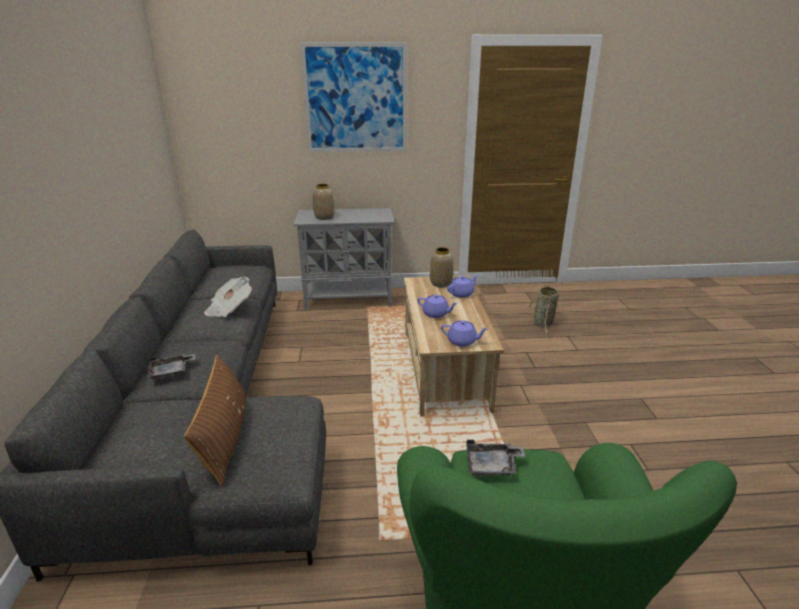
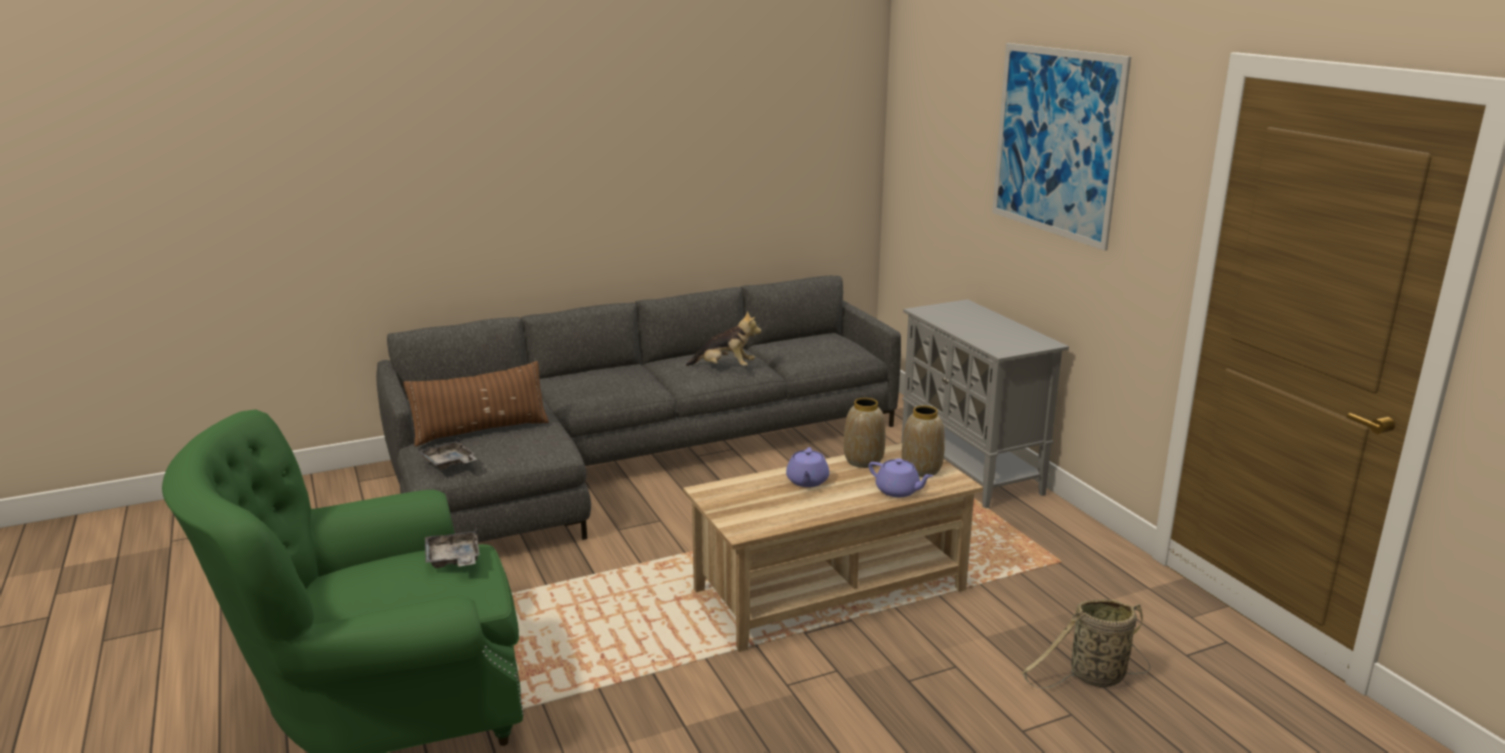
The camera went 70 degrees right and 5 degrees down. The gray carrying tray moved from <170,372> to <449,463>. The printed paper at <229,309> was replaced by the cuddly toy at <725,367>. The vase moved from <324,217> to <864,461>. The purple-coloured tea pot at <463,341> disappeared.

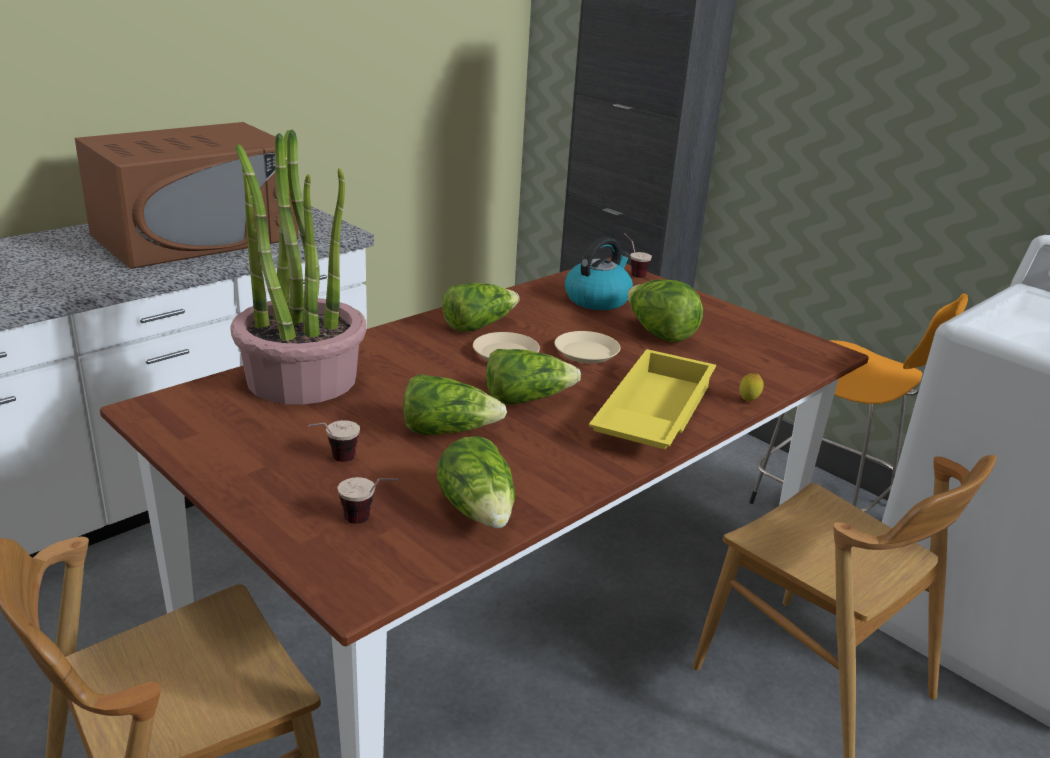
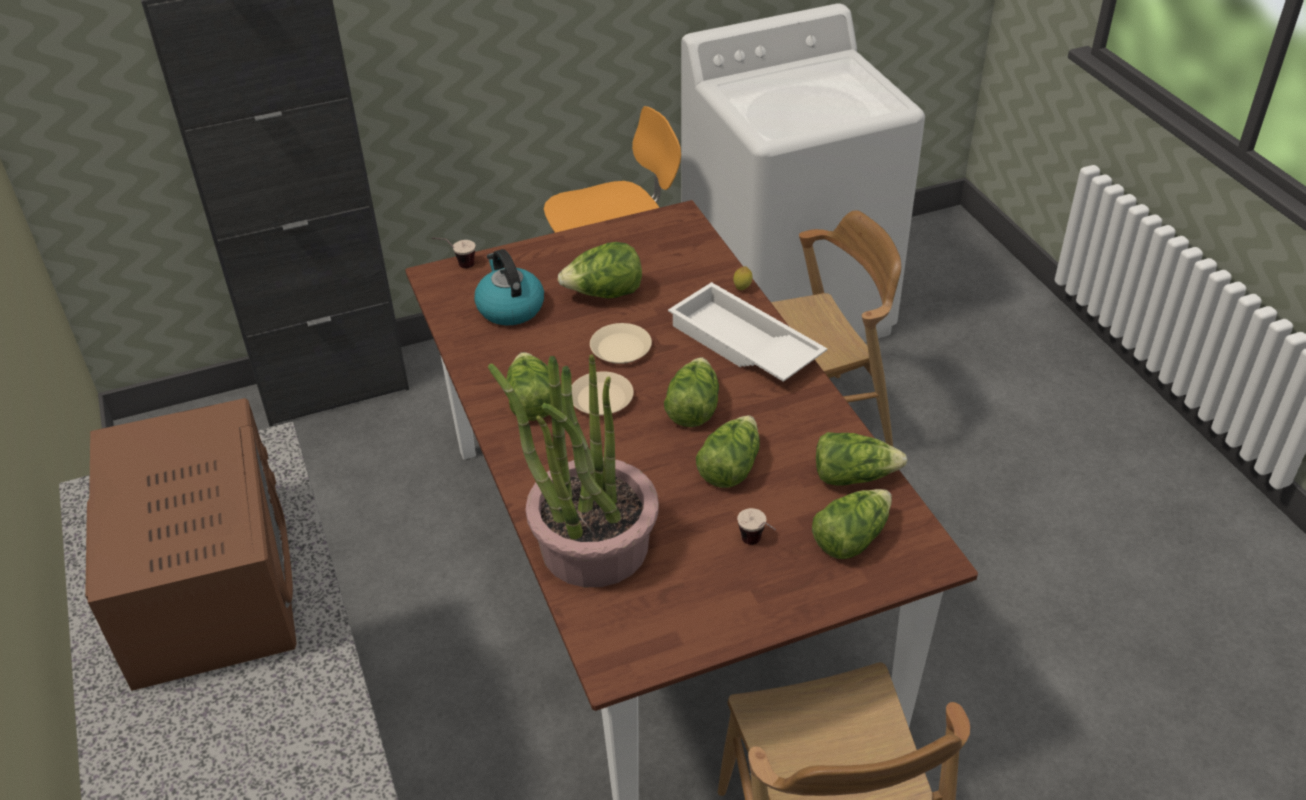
The camera went 65 degrees left and 15 degrees up. The drinking cup at <370,521> was replaced by the lettuce at <850,537>. The yellowish carrying tray at <651,413> became the white-coloured carrying tray at <742,345>.

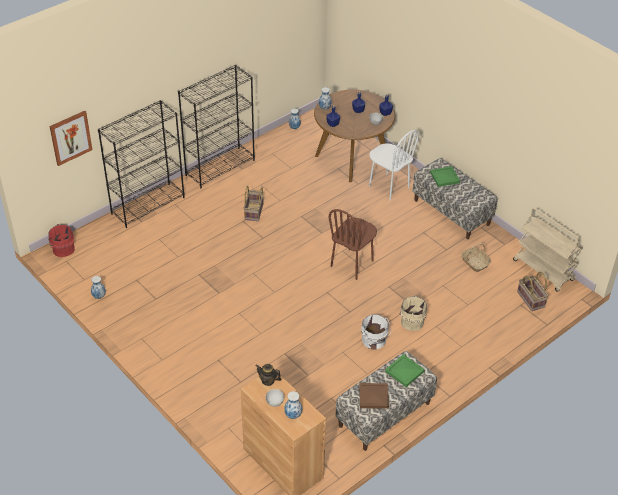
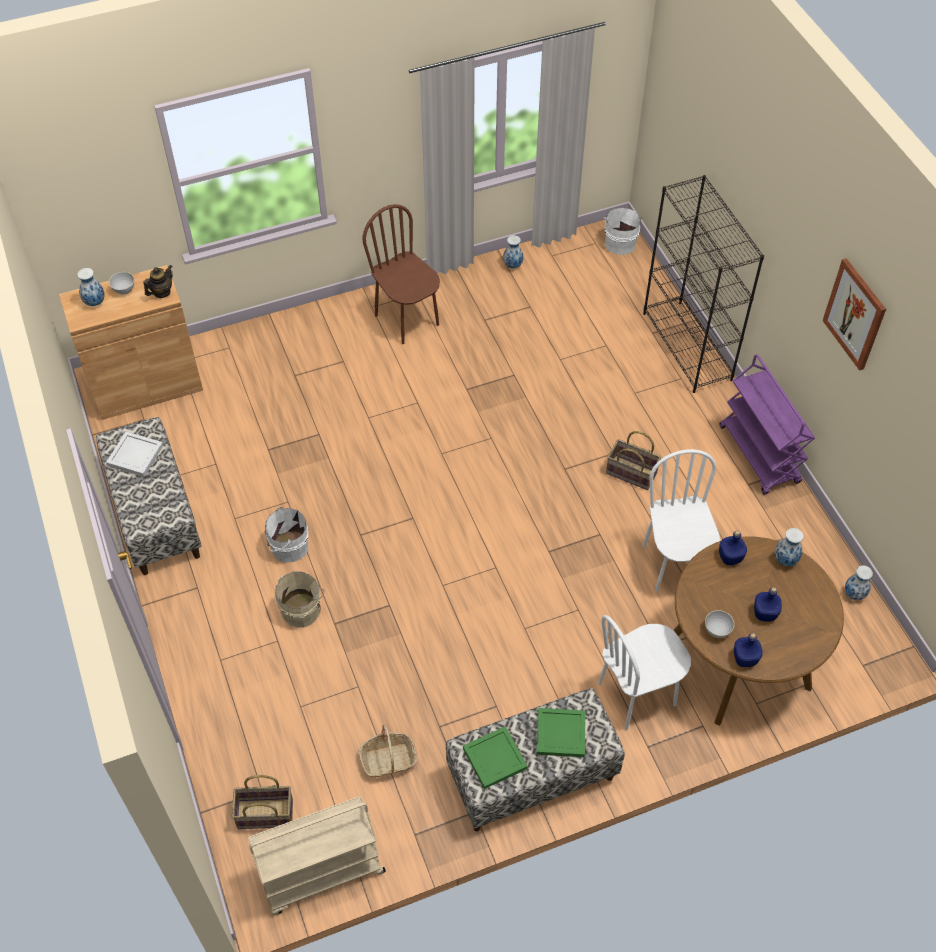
The camera went 110 degrees right and 10 degrees up. The red-coloured water bucket at <62,249> became the white-coloured water bucket at <620,242>. The wall picture moved from <70,137> to <855,314>. The black-coloured shelving unit at <220,167> was replaced by the purple-coloured cart at <759,455>. The brownish upright chair moved from <352,264> to <407,320>. The brownish carrying tray at <374,397> became the white-coloured carrying tray at <134,456>. The green carrying tray moved from <404,372> to <493,758>. The white-coloured upright chair at <674,565> appeared.

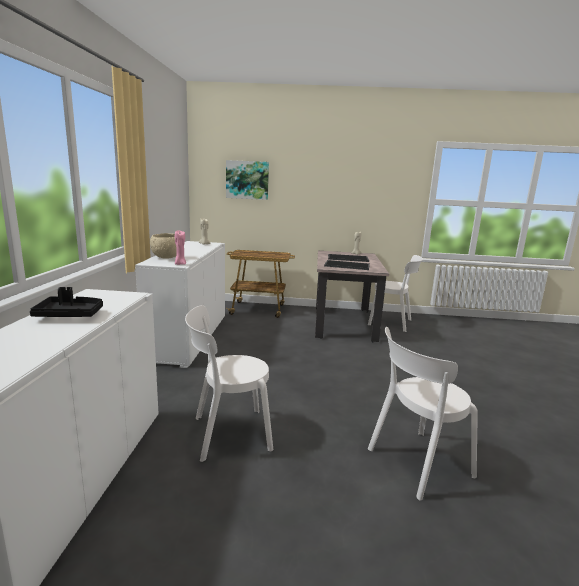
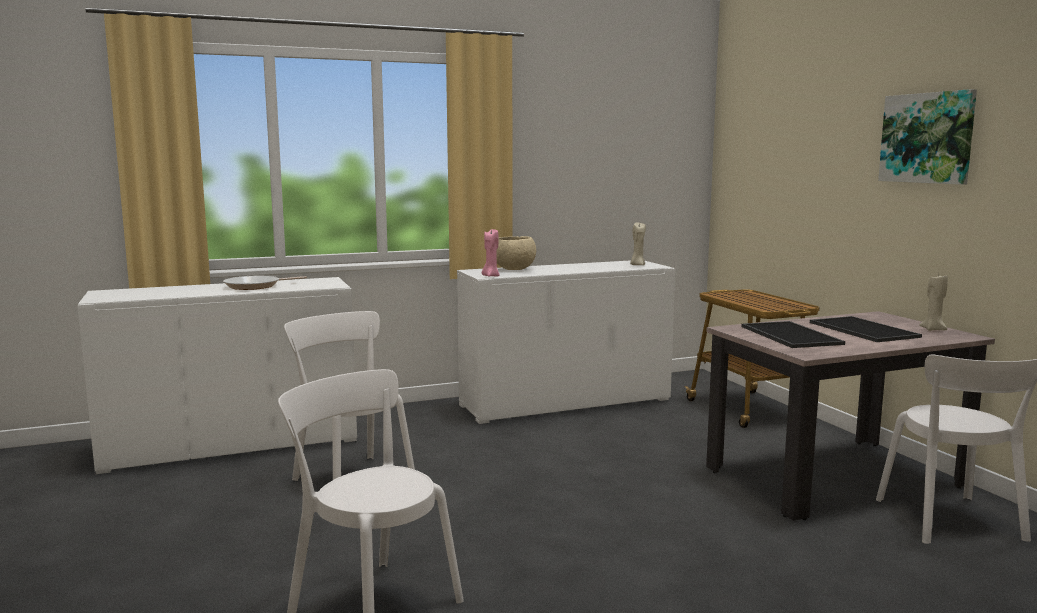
The camera went 65 degrees right and 5 degrees down. The black-coloured carrying tray at <70,315> was replaced by the pan at <256,286>. The wall picture moved from <247,180> to <927,138>.

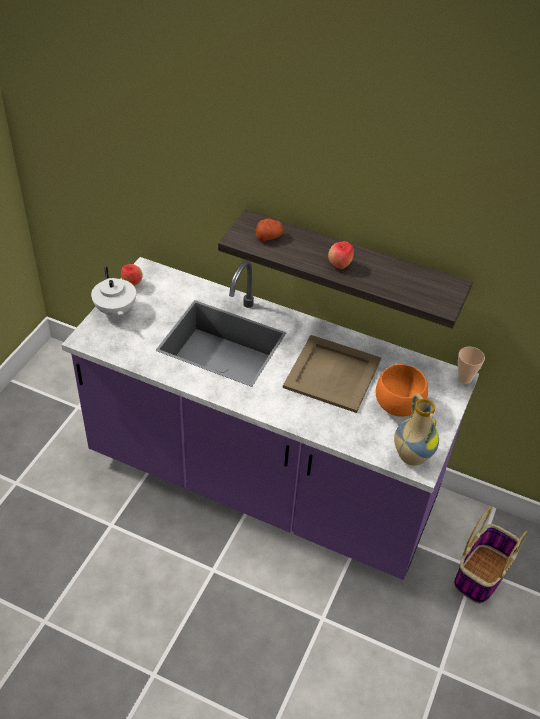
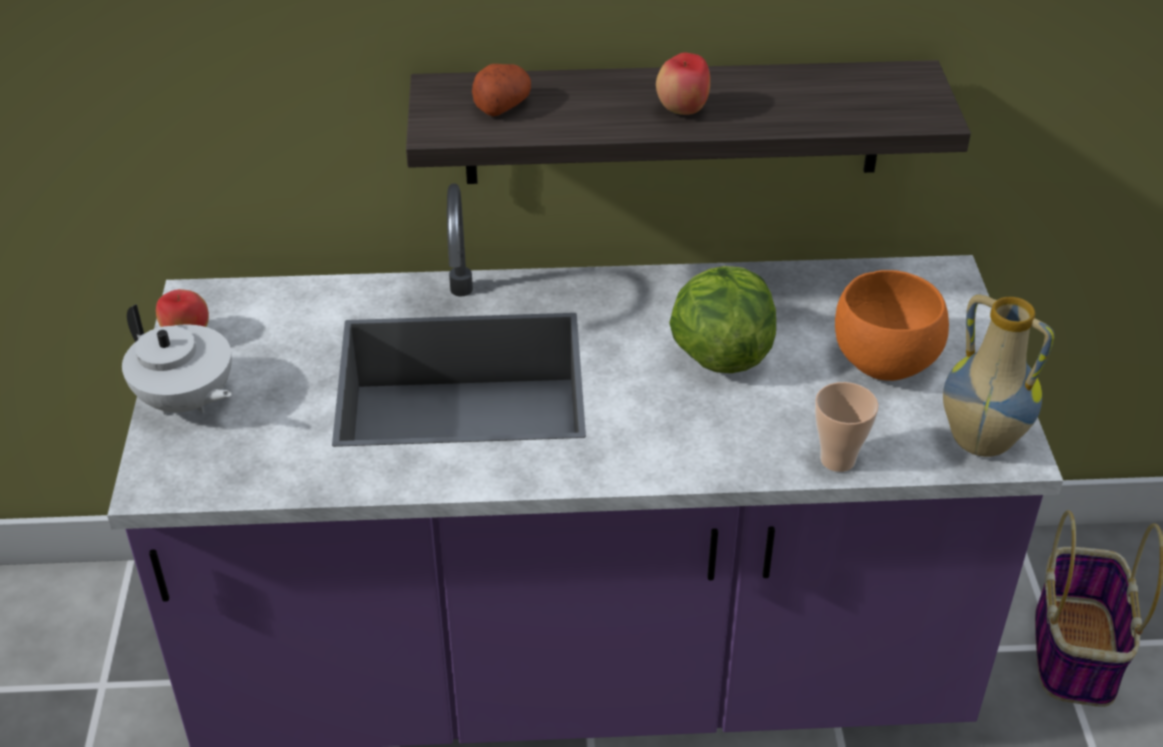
The camera went 25 degrees left and 5 degrees down. The sand-coloured carrying tray at <331,374> was replaced by the lettuce at <720,354>. The drinking cup moved from <464,378> to <837,460>.

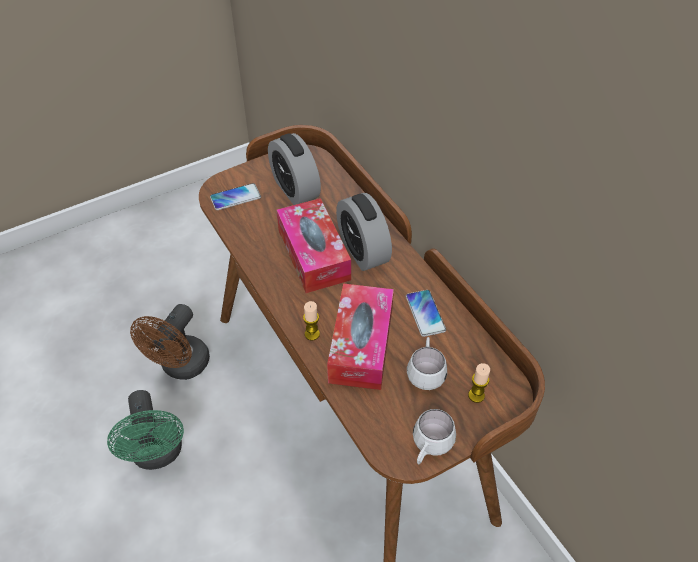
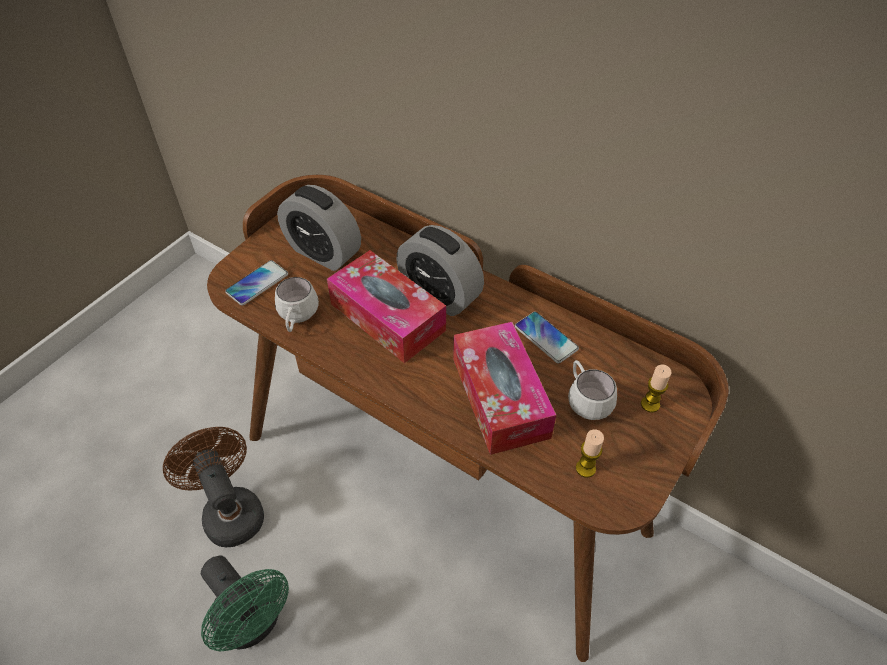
The camera went 25 degrees left and 0 degrees up. The brownish fan at <181,367> turned 150 degrees clockwise. The candle moved from <312,334> to <585,468>. The white-coloured coffee mug moved from <429,448> to <297,319>.

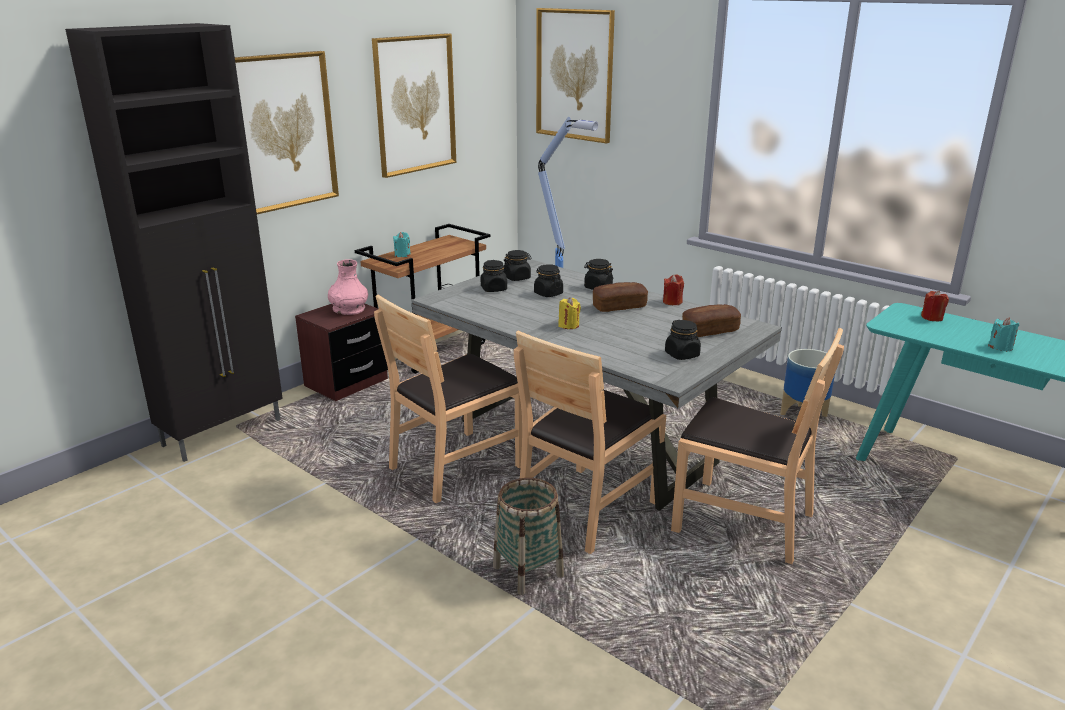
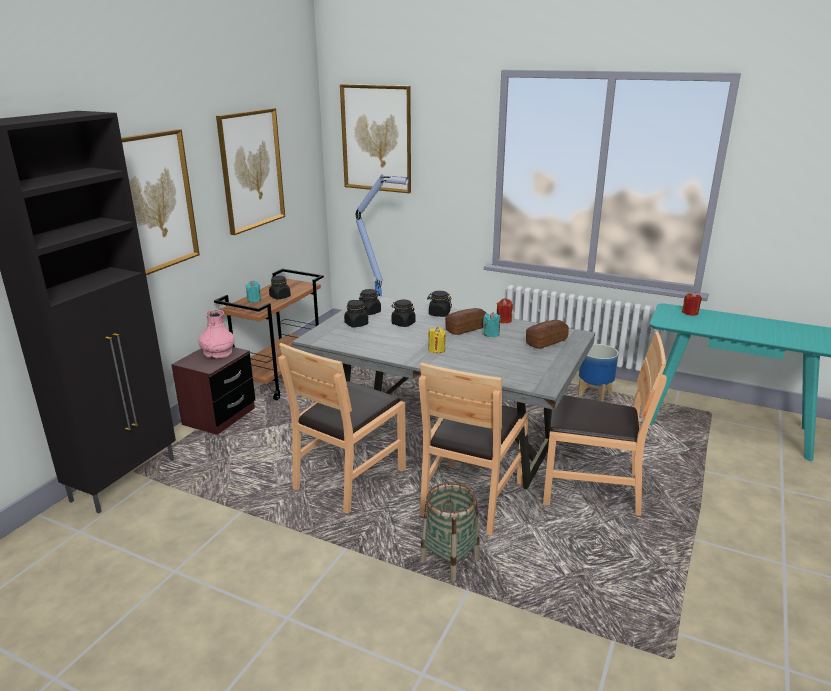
The camera went 15 degrees left and 0 degrees up. The black-coloured preserve jar moved from <682,355> to <280,297>. The turquoise-coloured candle moved from <1000,347> to <491,334>.

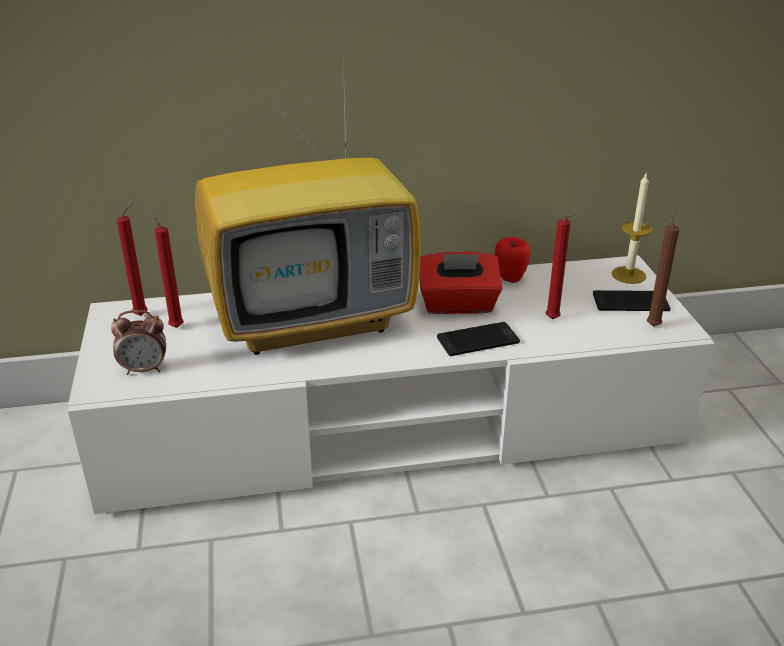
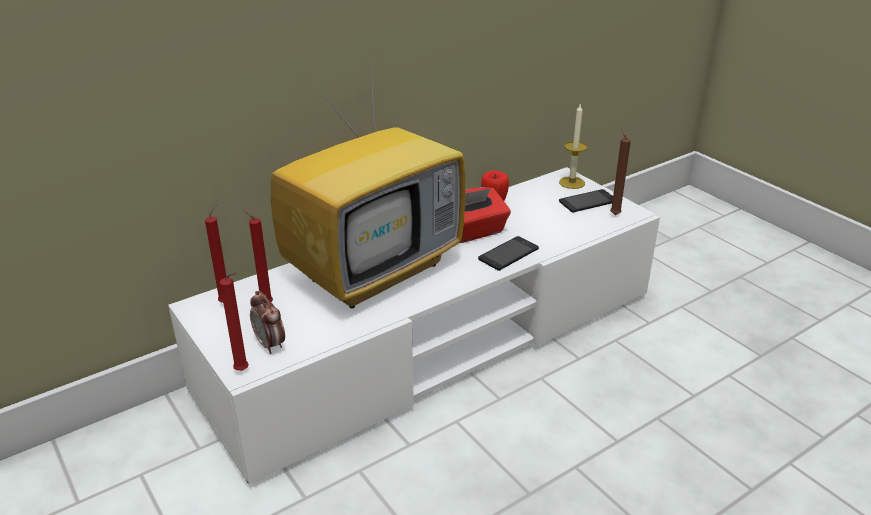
The camera went 25 degrees left and 0 degrees up. The alarm clock at <144,369> turned 90 degrees clockwise. The red-coloured candle moved from <554,320> to <243,371>.

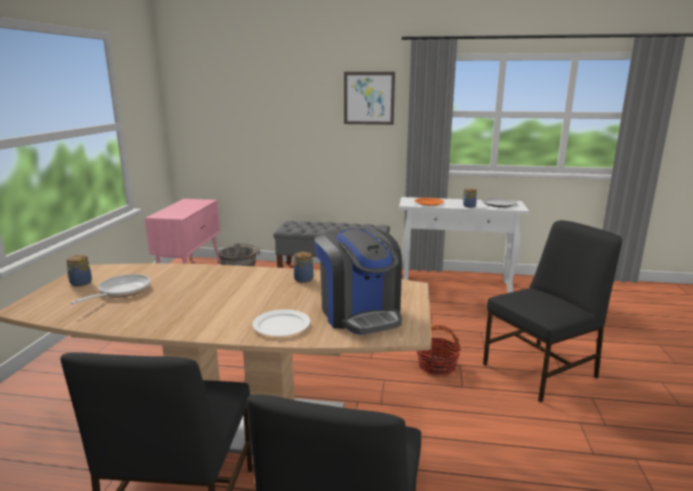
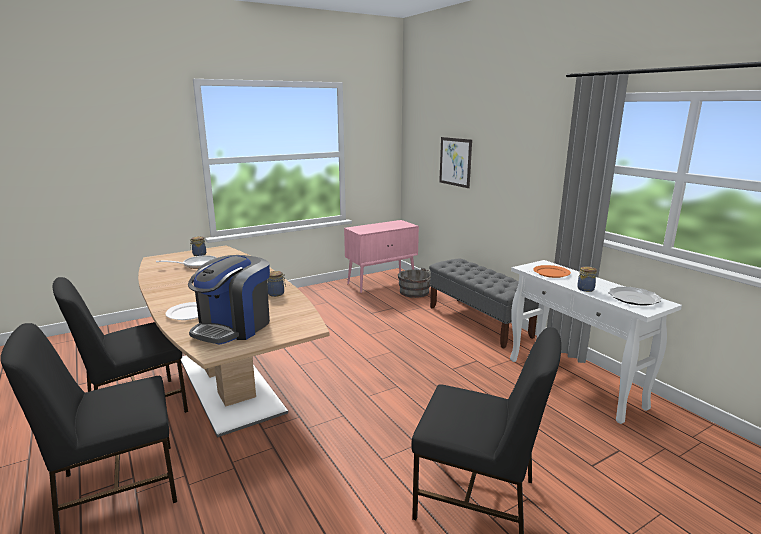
The camera went 50 degrees right and 0 degrees up. The wall picture moved from <369,98> to <455,162>. The basket at <437,366> disappeared.

